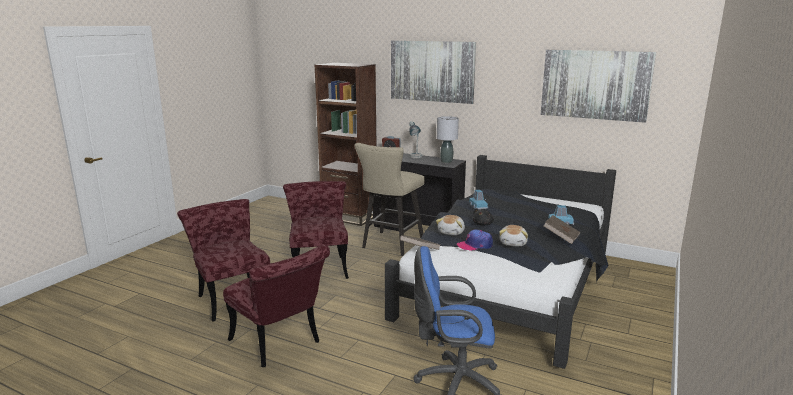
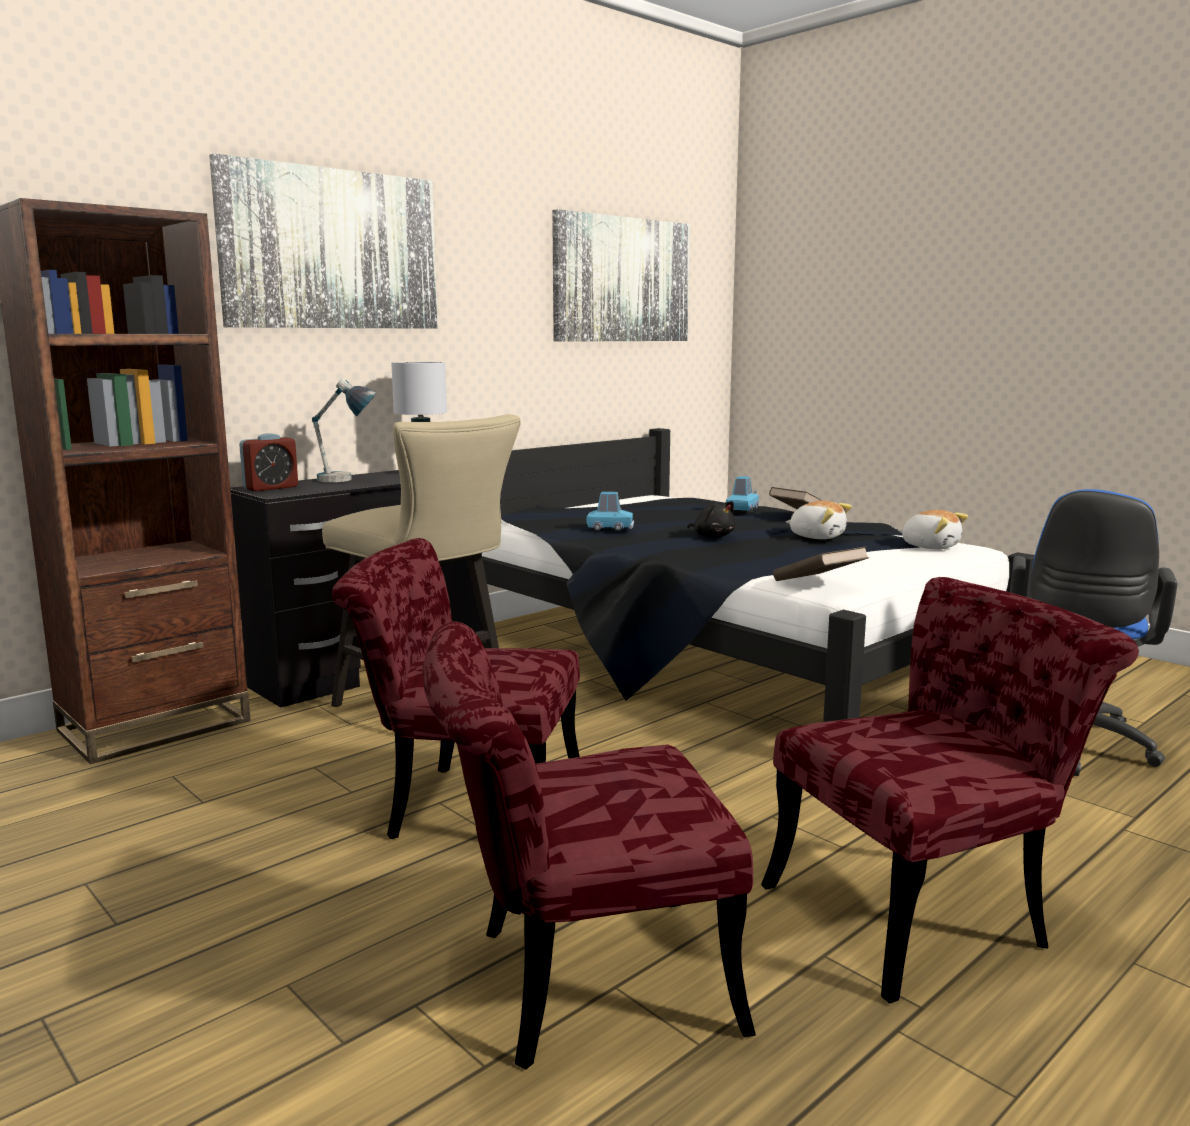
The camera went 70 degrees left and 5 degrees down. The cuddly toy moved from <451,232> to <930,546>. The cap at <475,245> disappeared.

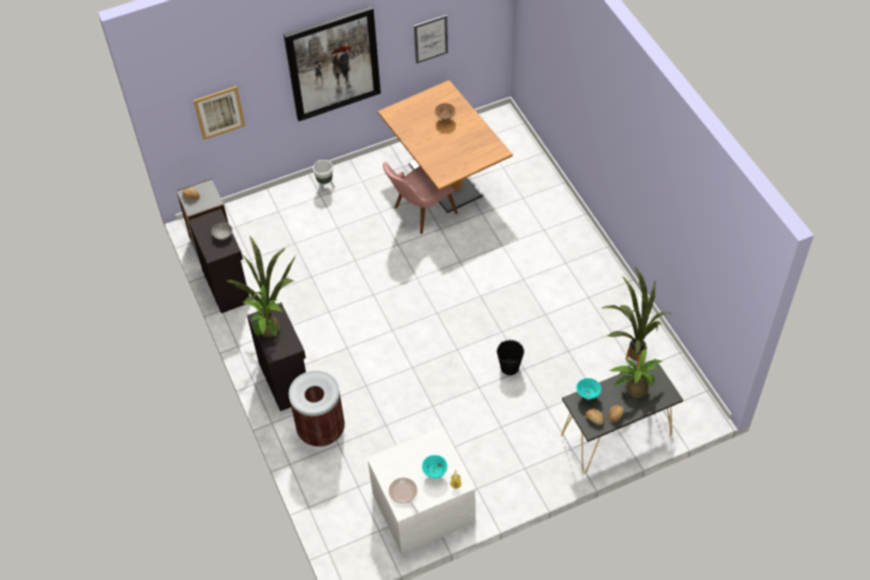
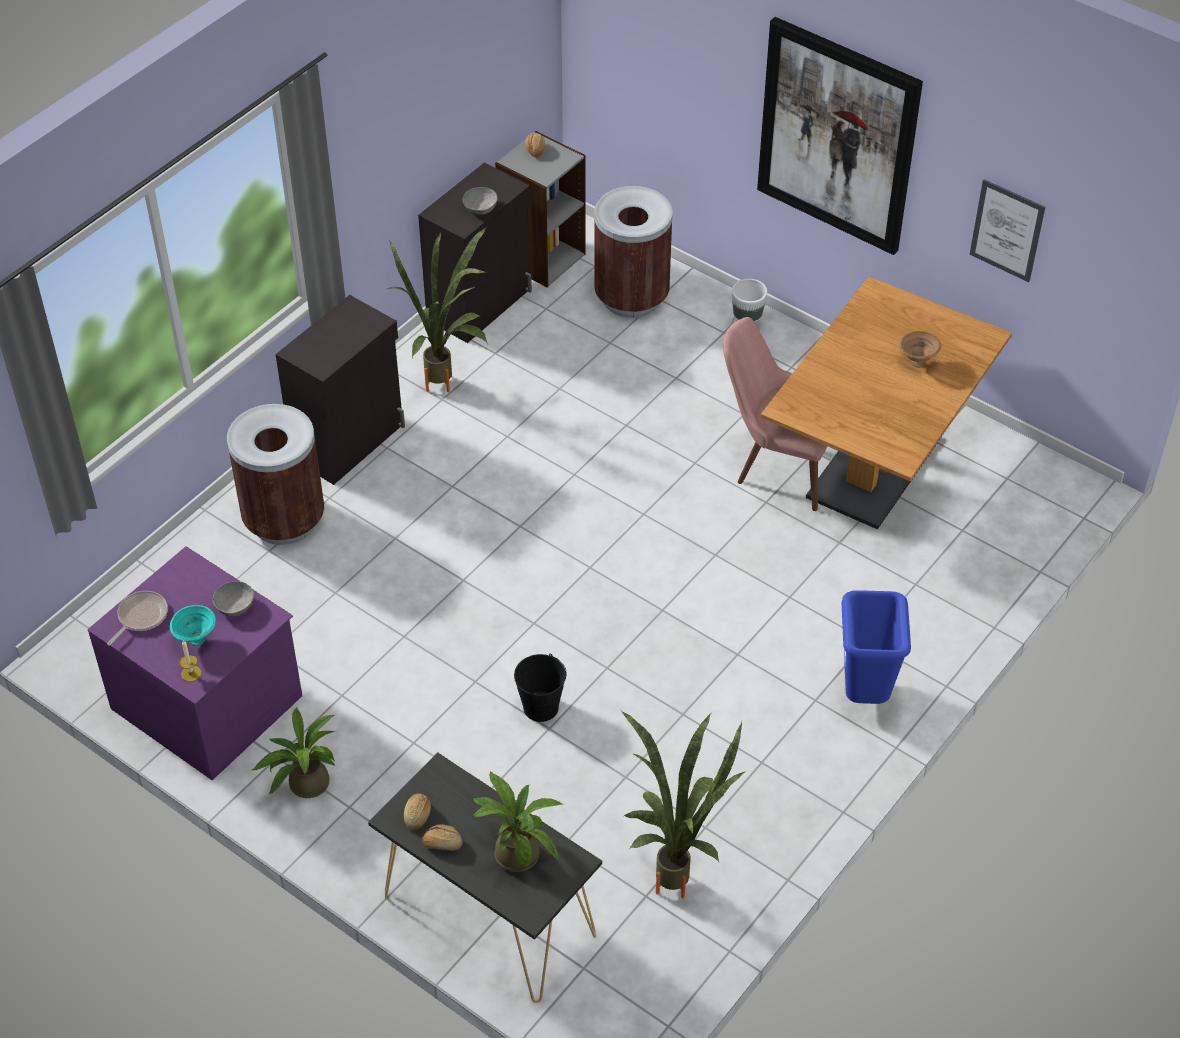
The camera went 60 degrees right and 5 degrees down. The wall picture at <219,112> disappeared. The plant in a pot moved from <268,331> to <304,784>. The white-coloured chest of drawers at <423,506> became the purple-coloured chest of drawers at <209,700>. The turquoise-coloured serving bowl at <587,396> disappeared. The gray serving bowl at <235,606> appeared. The brownish trash can at <632,297> appeared. The bluish trash can at <864,694> appeared.

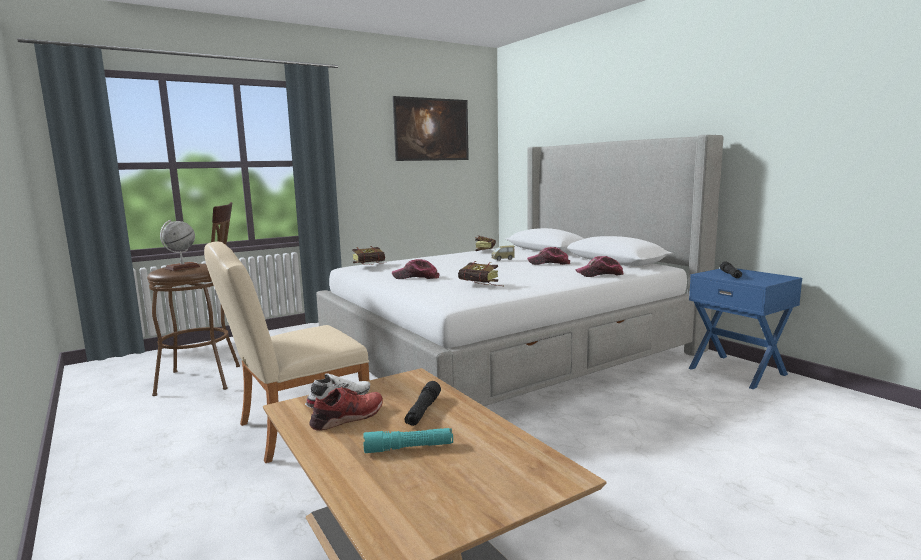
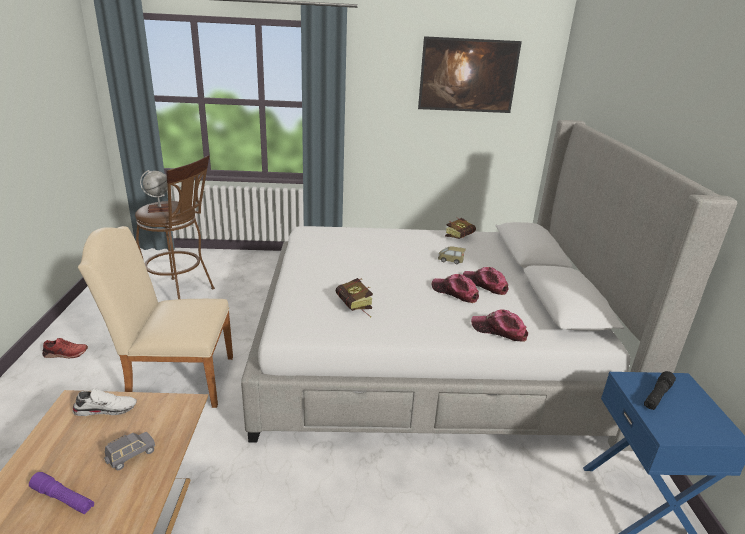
The camera went 30 degrees right and 15 degrees up. The red-coloured item of footwear moved from <348,417> to <65,354>. The book at <372,265> disappeared. The turquoise-coloured flashlight at <409,448> became the purple-coloured flashlight at <63,499>. The cap moved from <416,277> to <455,292>. The black-coloured flashlight at <423,411> was replaced by the gray model car at <131,456>.

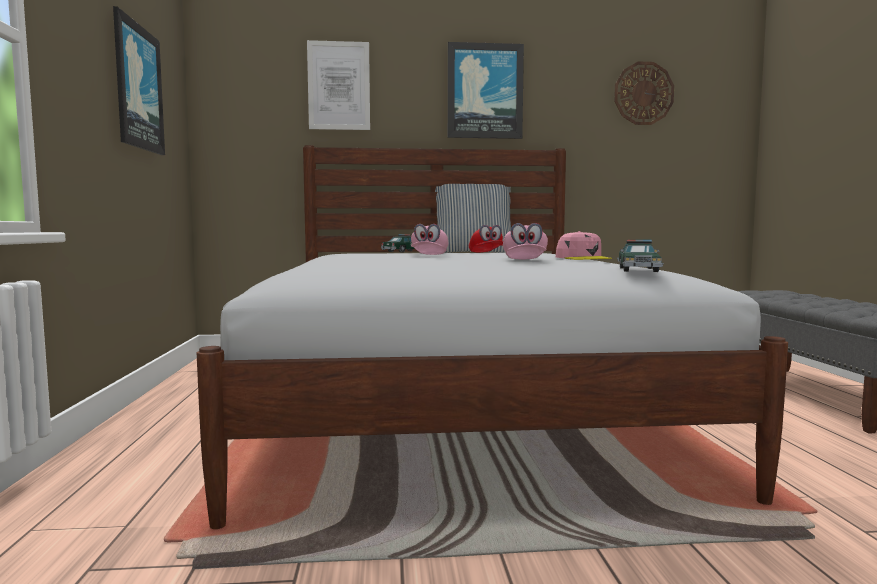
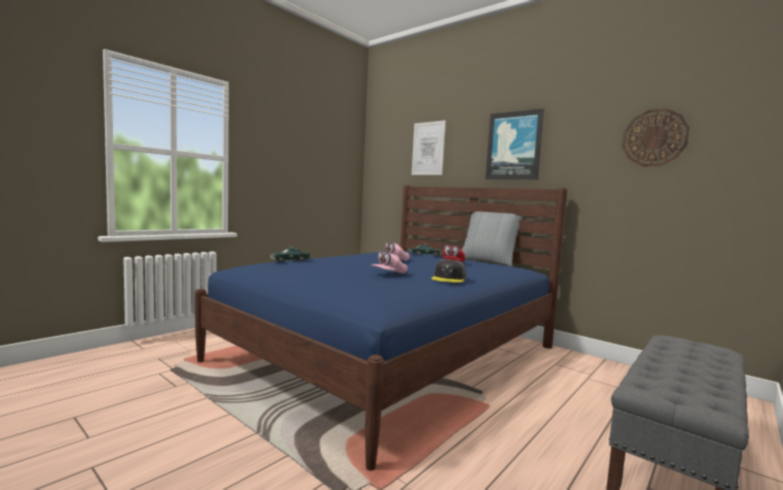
The camera went 45 degrees right and 0 degrees up. The wall picture at <137,87> disappeared. The white-coloured sleeping bed at <457,403> became the bluish sleeping bed at <392,354>. The pink-coloured cap at <583,258> became the gray cap at <449,278>. The model car moved from <638,270> to <290,260>.

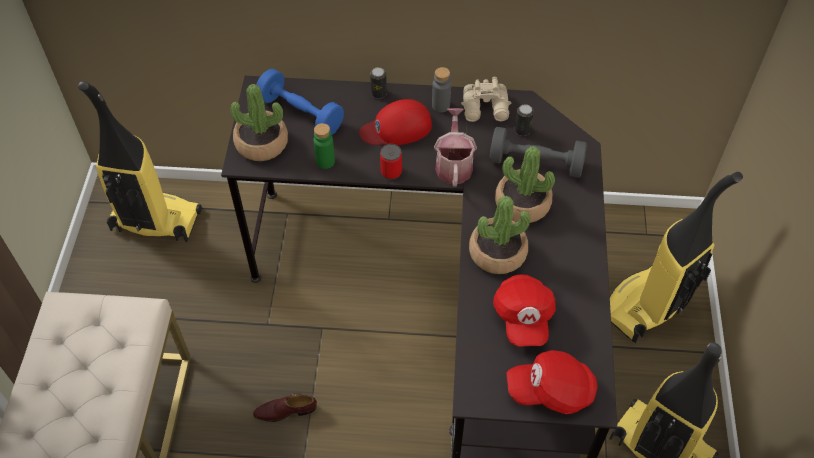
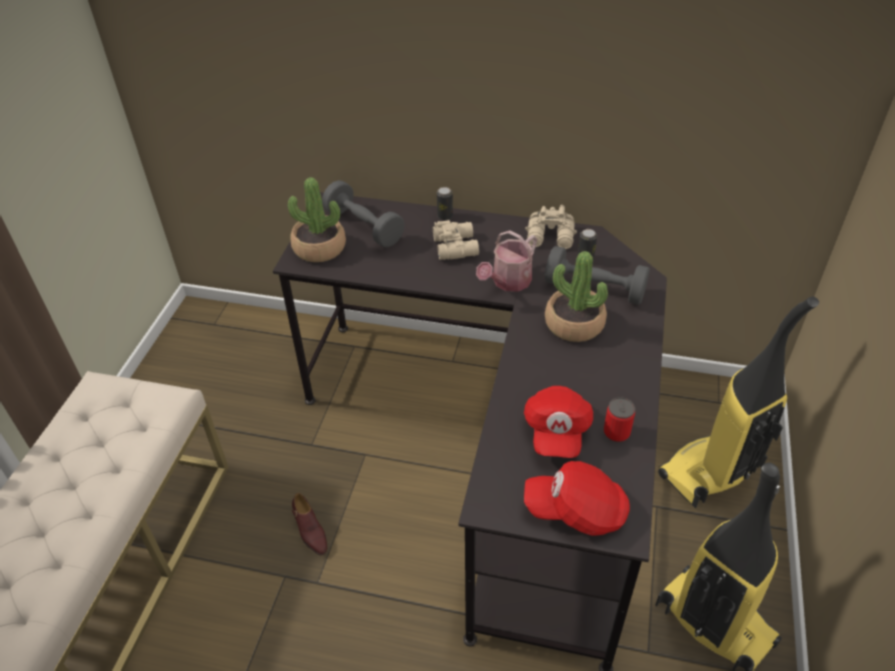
The camera went 10 degrees right and 10 degrees down. The vacuum at <155,222> disappeared. The brownish item of footwear at <285,411> turned 120 degrees counterclockwise. The bluish dumbbell at <300,114> became the gray dumbbell at <364,227>. The green drink bottle at <325,161> disappeared. The red-coloured cap at <397,128> was replaced by the sand-coloured binoculars at <456,246>. The can moved from <391,172> to <616,433>. The gray drink bottle at <441,106> disappeared. The watering pot at <453,164> turned 150 degrees counterclockwise. The plant in a pot at <497,253> disappeared.

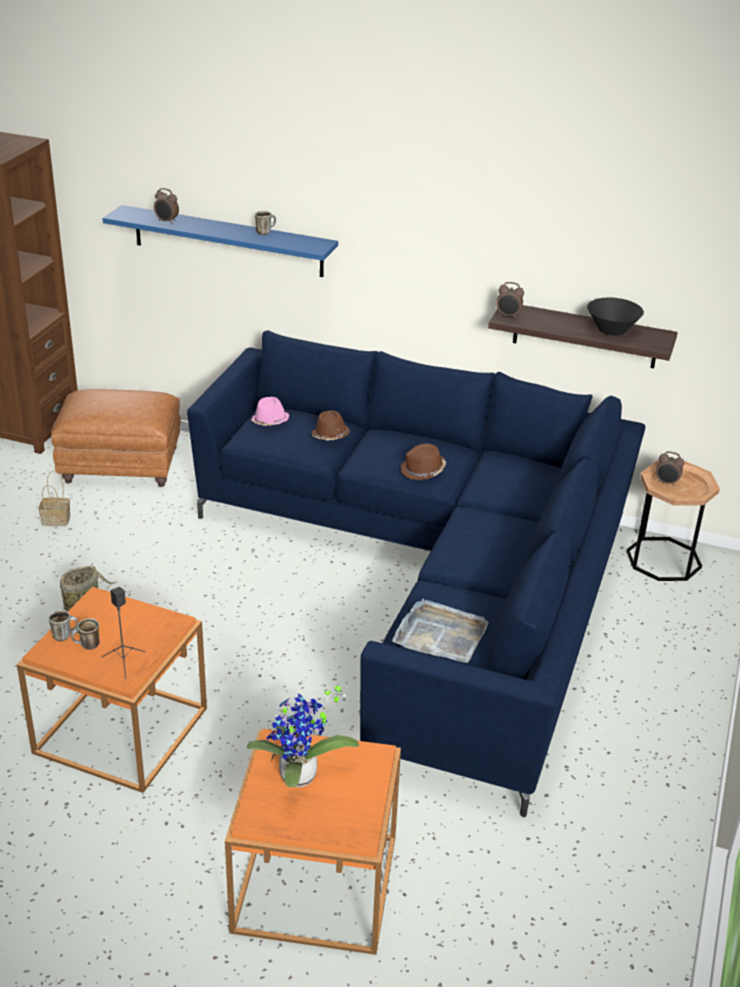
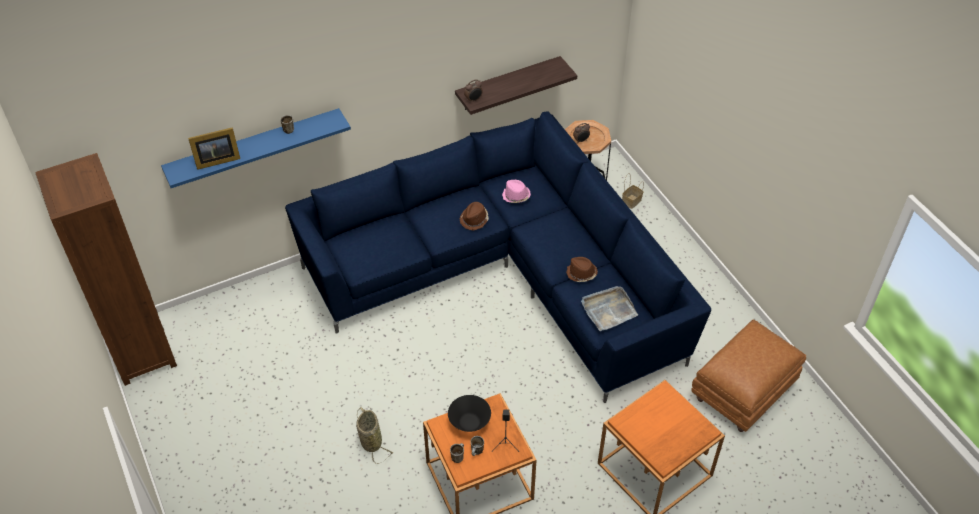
The camera went 45 degrees left and 15 degrees up. The basket moved from <57,520> to <631,201>. The brownish footrest moved from <122,467> to <742,391>. The alarm clock at <167,221> was replaced by the standing frame at <216,160>. The plant in a pot at <299,779> disappeared. The pink-coloured wearable hat moved from <270,422> to <516,196>. The brownish wearable hat moved from <330,436> to <581,273>. The black-coloured serving bowl moved from <612,330> to <469,422>.

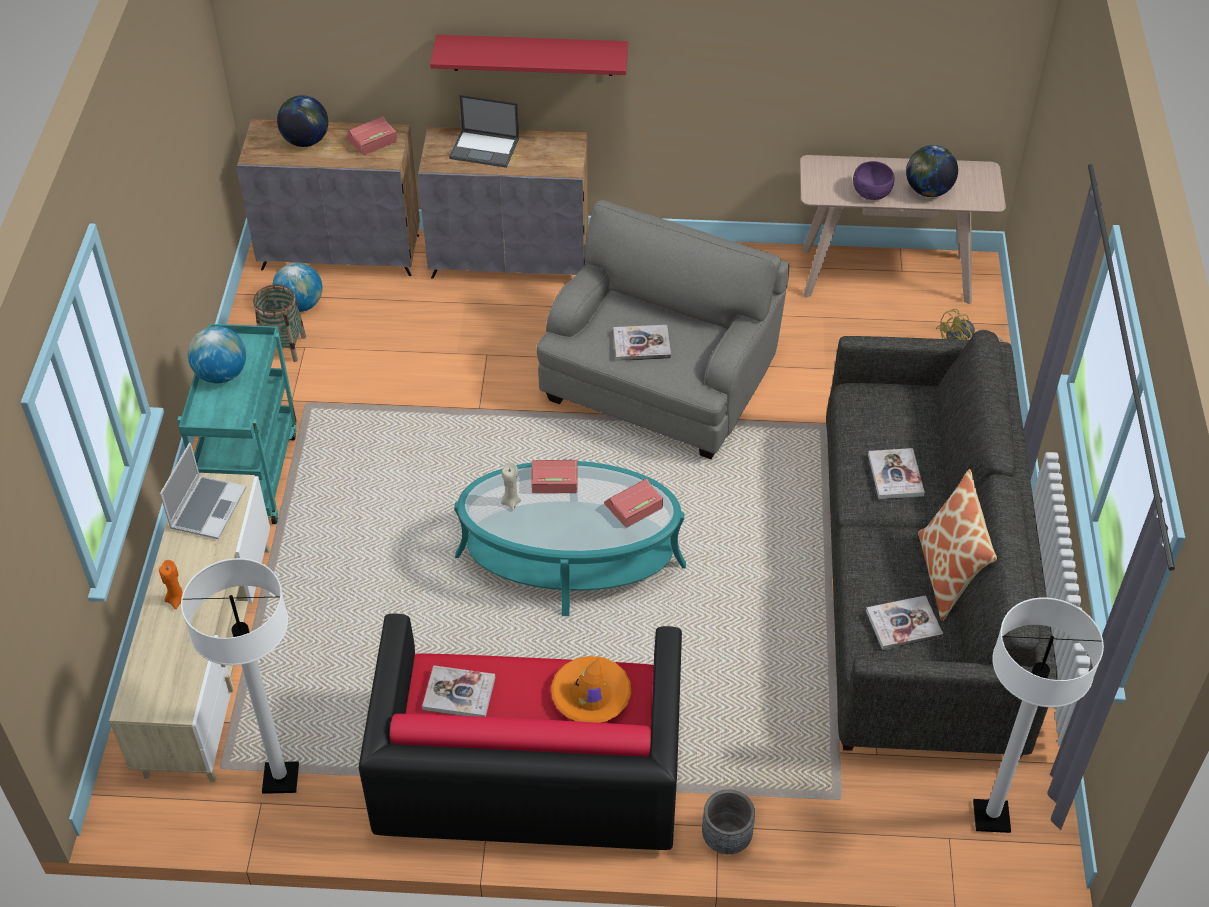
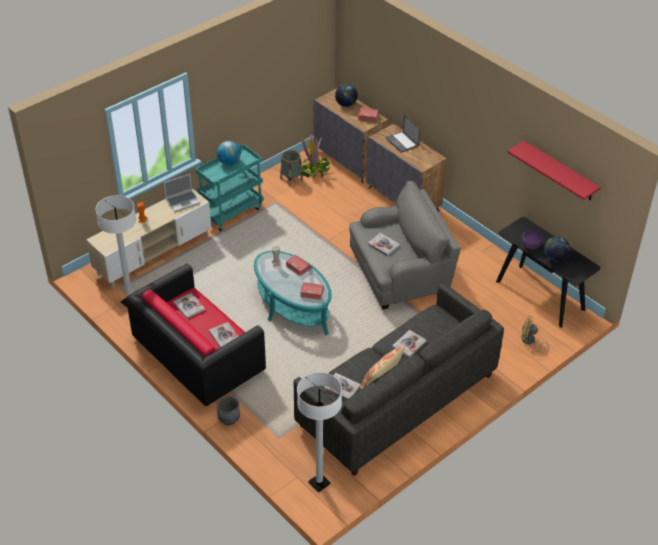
The camera went 45 degrees right and 5 degrees down. The world globe at <300,305> was replaced by the plant in a pot at <314,169>. The red-coloured shelf moved from <532,55> to <559,171>. The orange-coloured wearable hat at <591,696> was replaced by the book at <224,336>. The sand-coloured hall table at <886,275> became the black-coloured hall table at <540,295>.

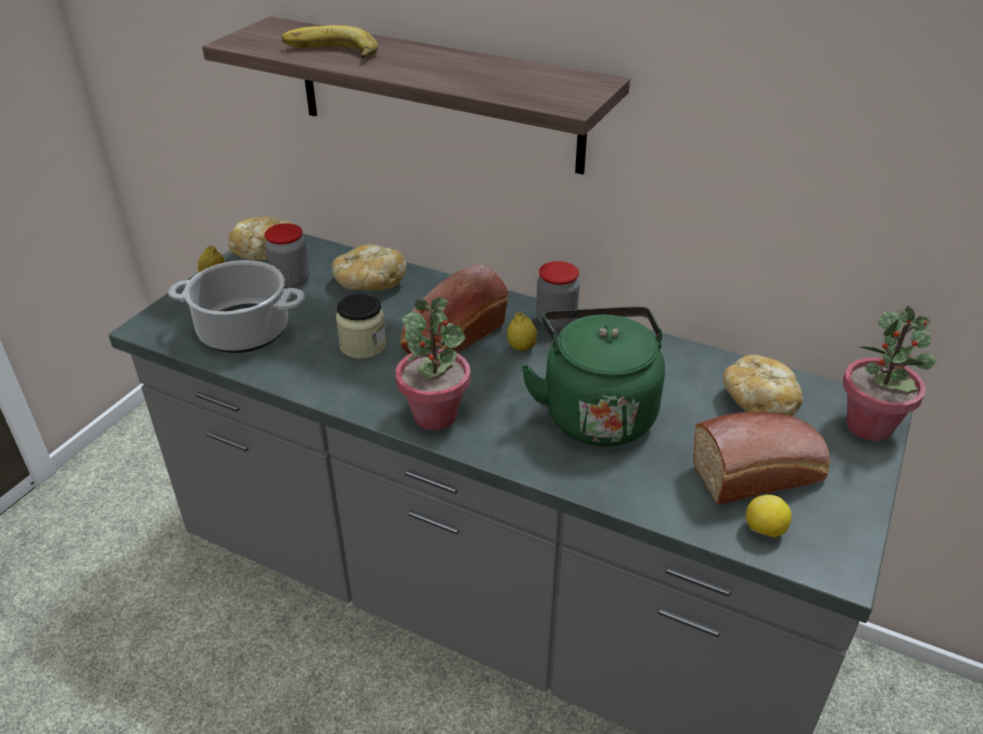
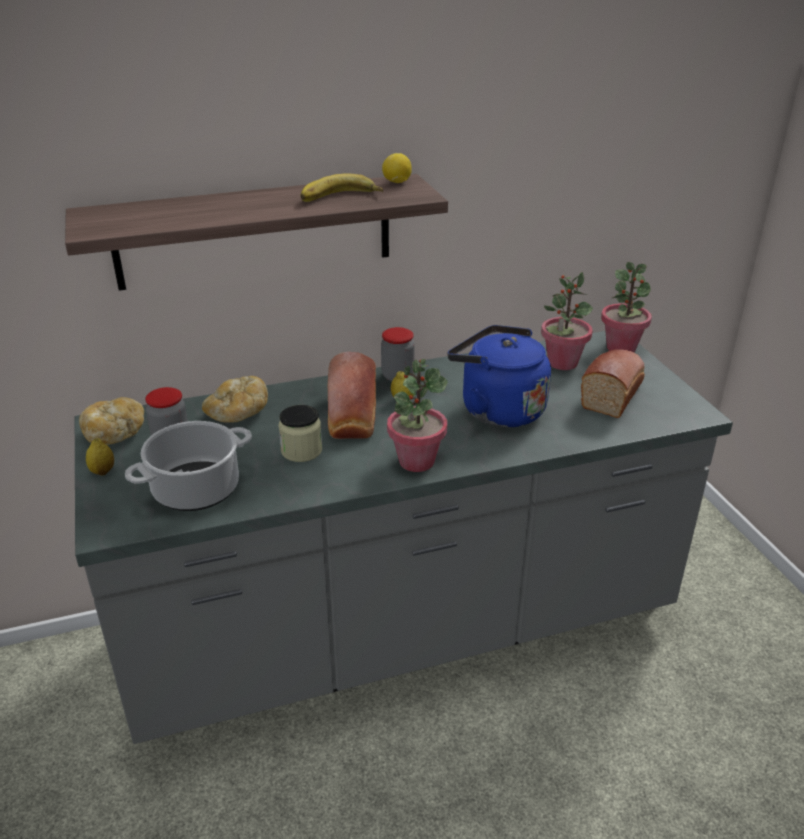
The camera went 45 degrees left and 5 degrees down. The whole banana moved from <330,53> to <341,198>. The green water kettle at <596,412> became the bluish water kettle at <497,409>. The baked bread at <758,402> was replaced by the plant in a pot at <562,363>. The citrus fruit moved from <764,530> to <397,182>.

